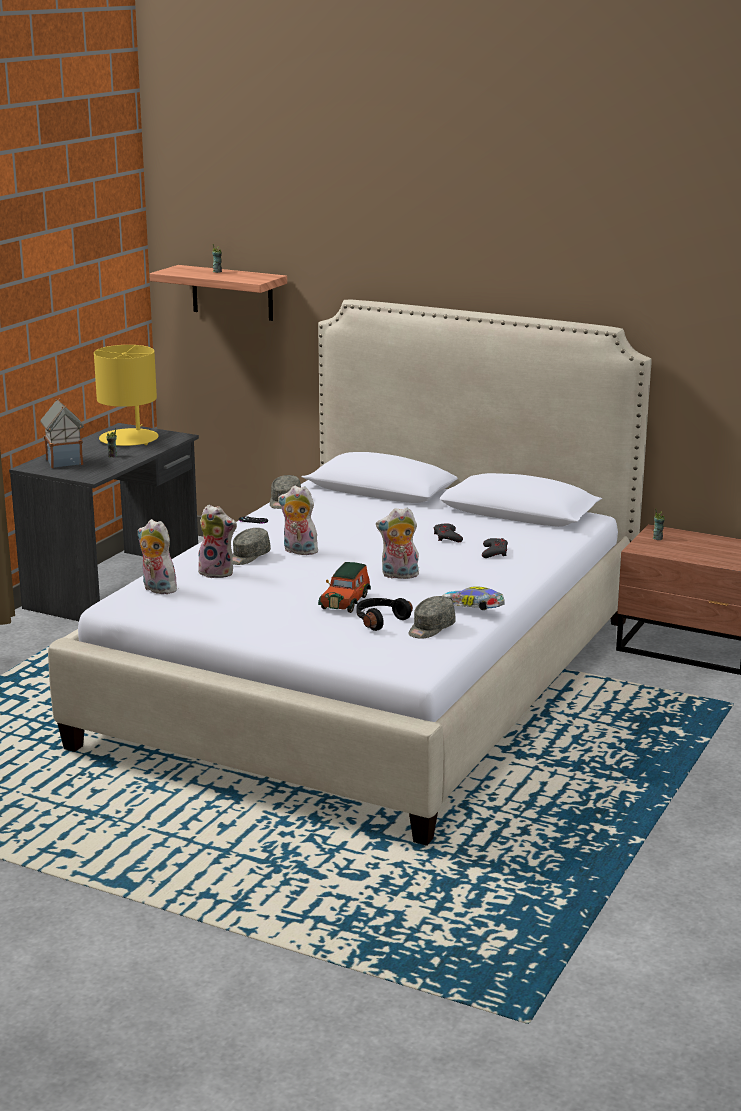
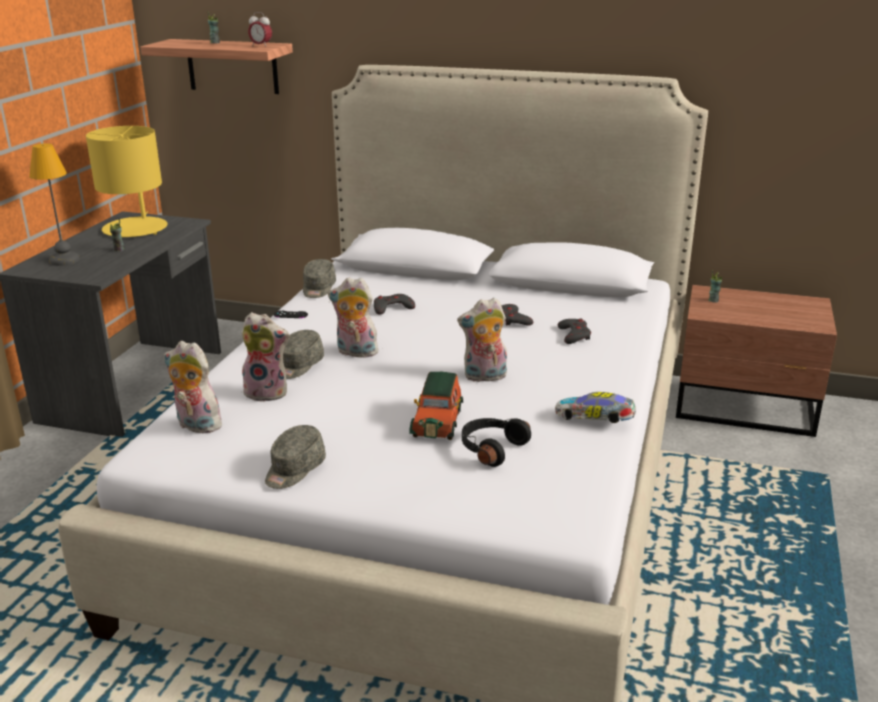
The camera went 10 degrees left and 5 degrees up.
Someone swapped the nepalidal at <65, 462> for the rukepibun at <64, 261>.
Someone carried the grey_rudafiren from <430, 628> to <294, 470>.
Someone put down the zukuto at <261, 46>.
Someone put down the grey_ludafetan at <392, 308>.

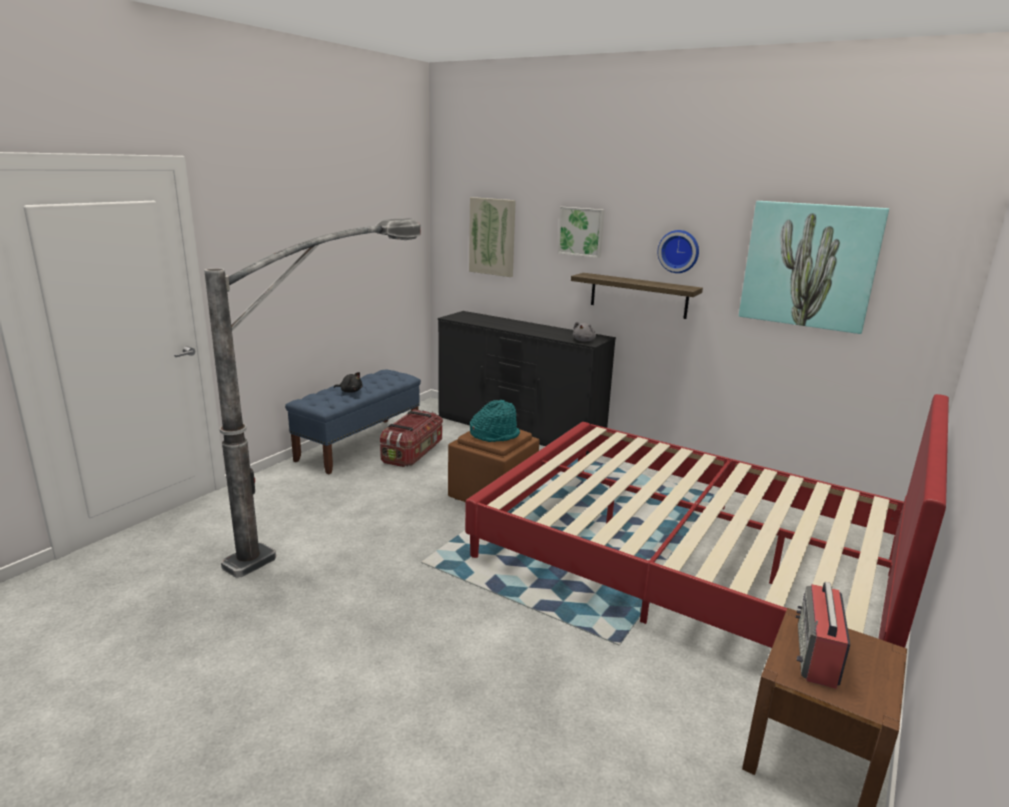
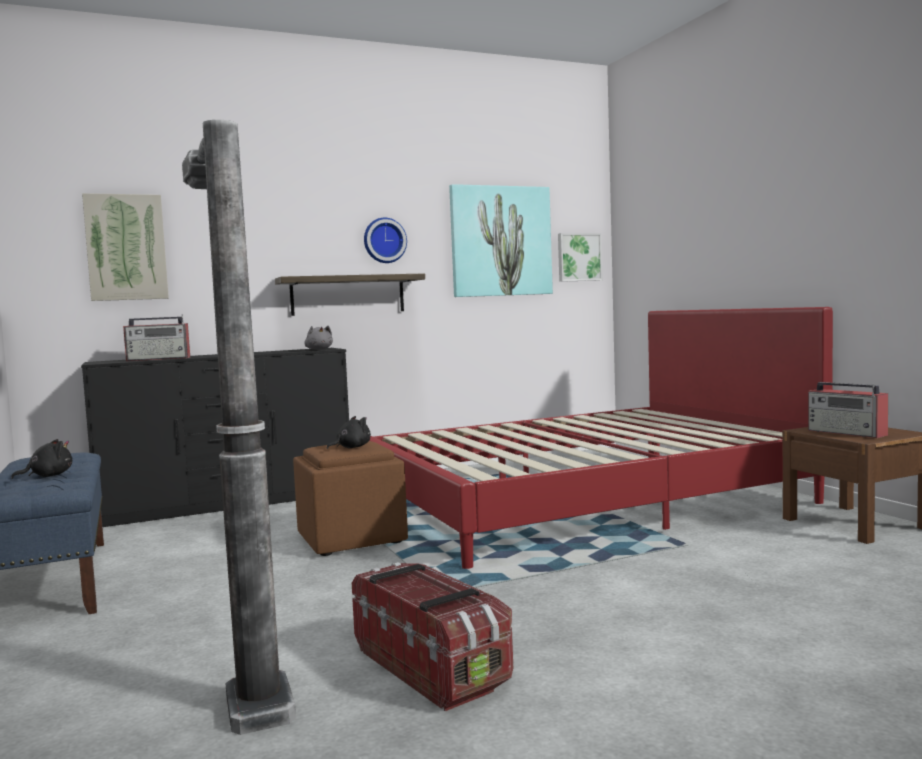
The camera went 55 degrees left and 15 degrees down.
Someone carried the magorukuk from <581, 231> to <578, 257>.
Someone swapped the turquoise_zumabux at <495, 435> for the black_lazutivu at <351, 447>.
Someone carried the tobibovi from <413, 453> to <431, 666>.
Someone put down the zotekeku at <159, 359>.

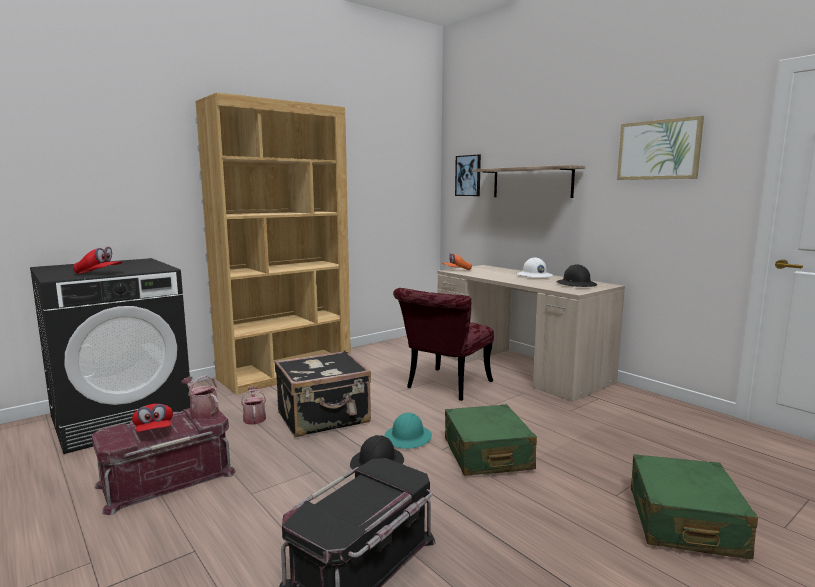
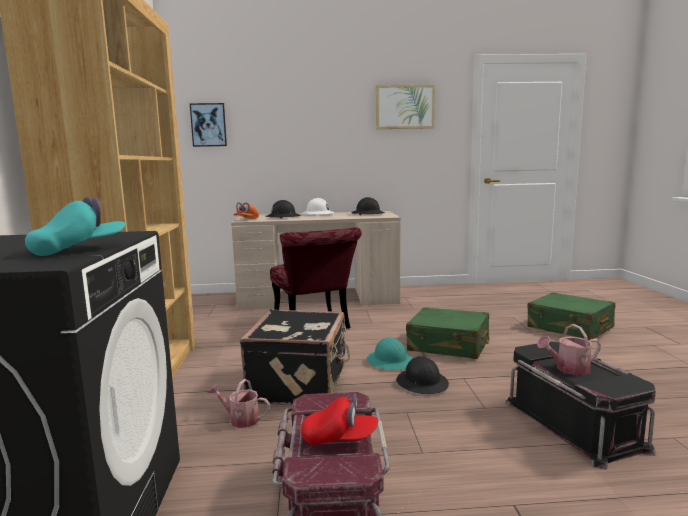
The camera went 55 degrees left and 0 degrees up.
Someone took away the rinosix at <531, 182>.
Someone repainted the red_rudafiren at <98, 273>, which became the turquoise_rudafiren at <79, 250>.
Someone carried the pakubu from <202, 412> to <568, 369>.
Someone put down the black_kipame at <283, 217>.

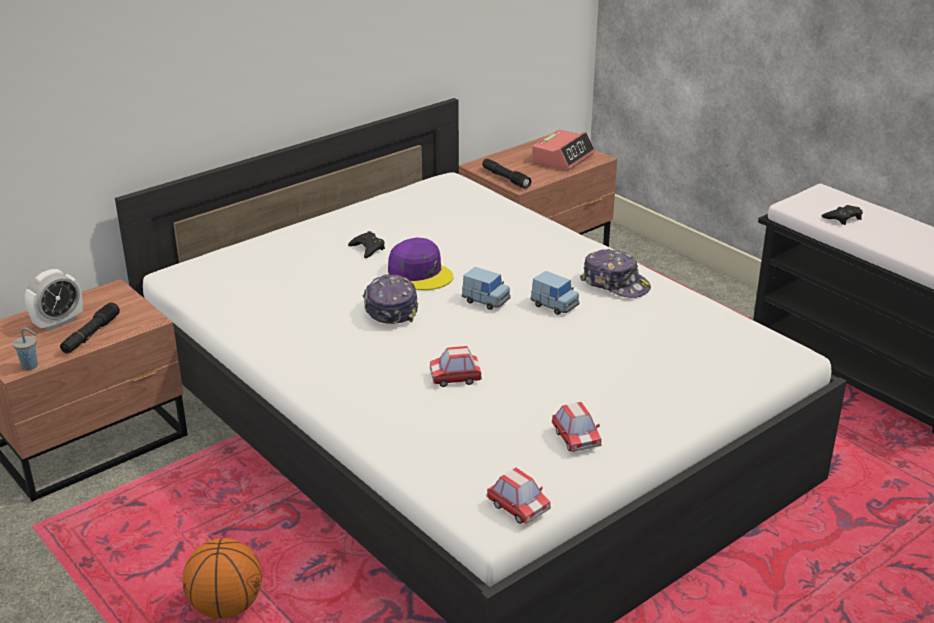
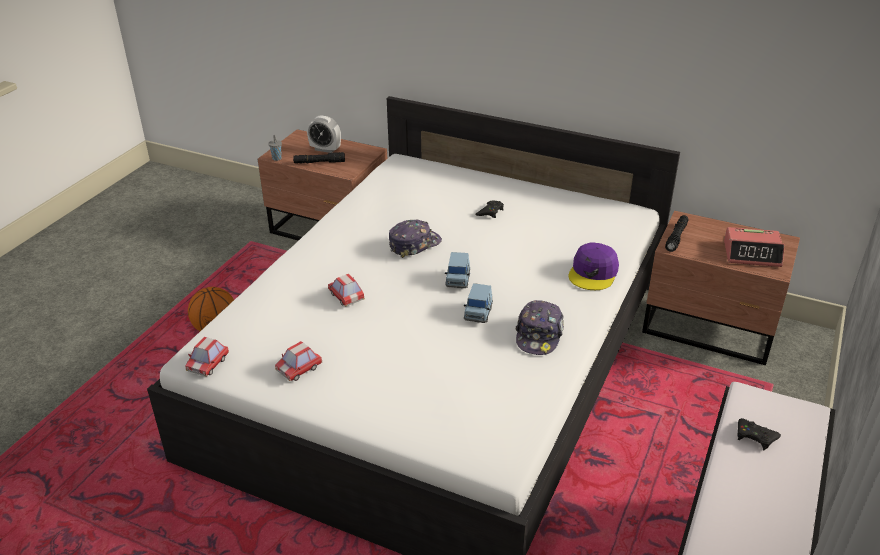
The camera went 65 degrees right and 5 degrees up.
Someone carried the purple_rudafiren from <420, 273> to <593, 273>.

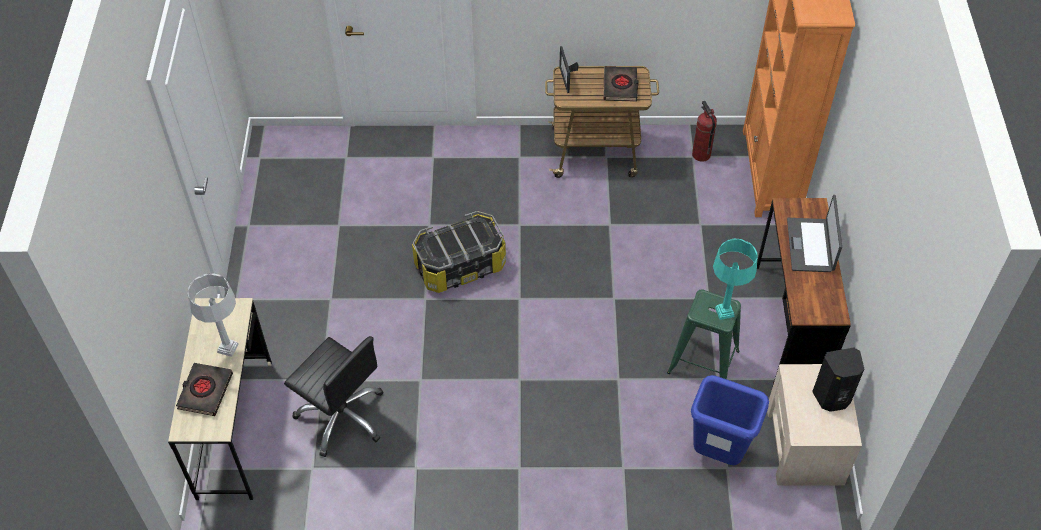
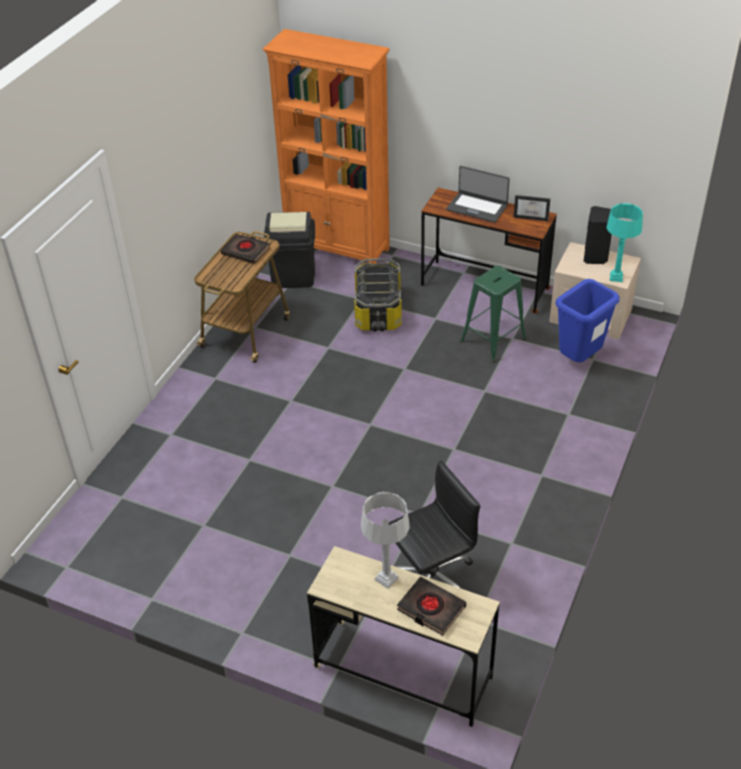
The camera went 65 degrees left and 10 degrees down.
Someone carried the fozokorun from <568, 79> to <532, 217>.
Someone swapped the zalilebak at <700, 155> for the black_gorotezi at <293, 276>.
Someone carried the tobibovi from <460, 266> to <378, 311>.
Someone carried the turquoise_rukepibun from <725, 312> to <616, 277>.

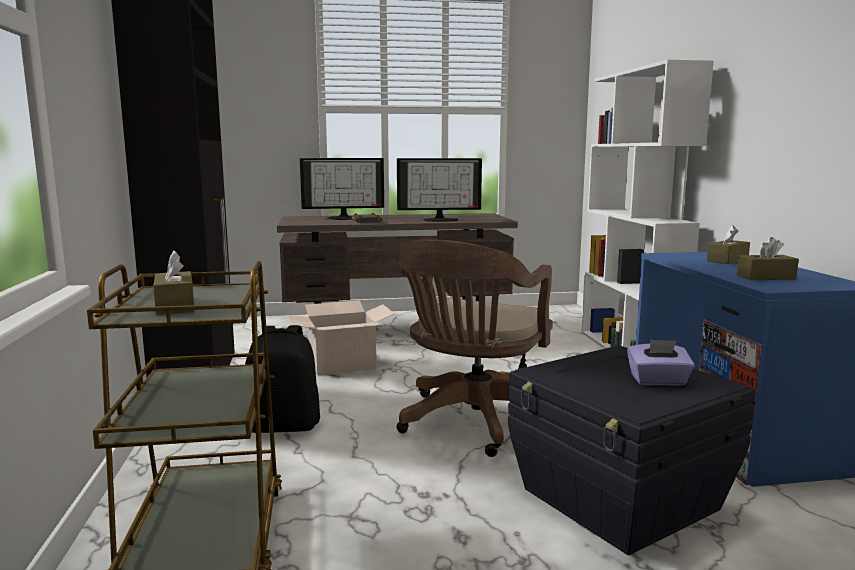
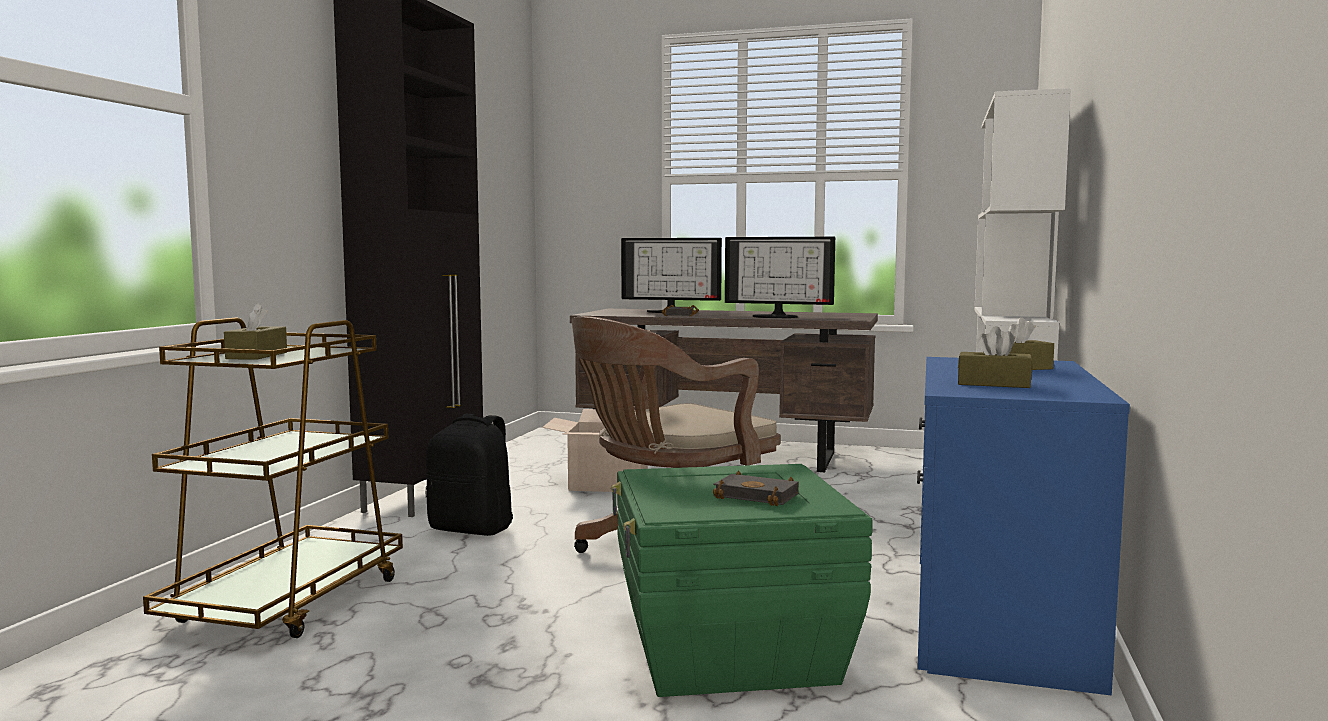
The camera went 25 degrees right and 5 degrees down.
Someone swapped the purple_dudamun at <658, 381> for the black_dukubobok at <759, 496>.
Someone repainted the black_tobibovi at <620, 500>, which became the green_tobibovi at <729, 651>.

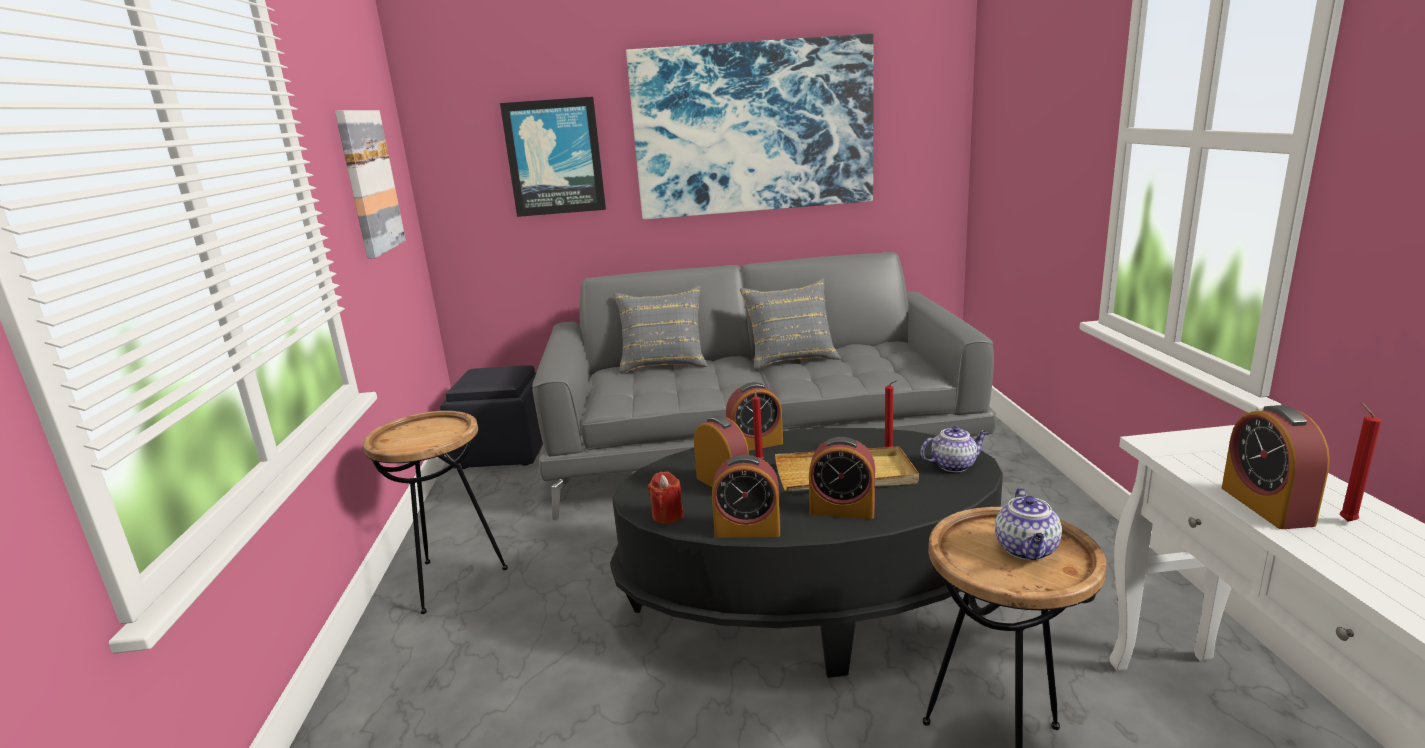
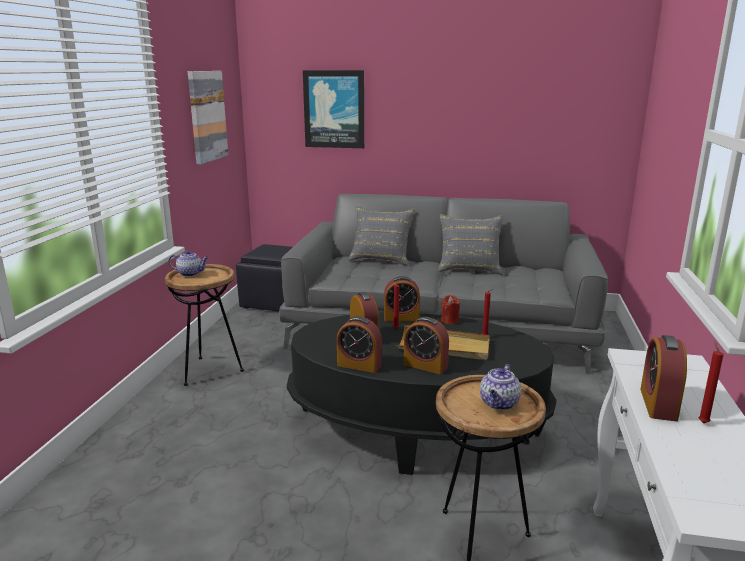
The camera went 15 degrees right and 0 degrees up.
Someone took away the magorukuk at <753, 128>.
Someone carried the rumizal from <954, 465> to <190, 274>.
Someone carried the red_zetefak from <667, 515> to <450, 320>.

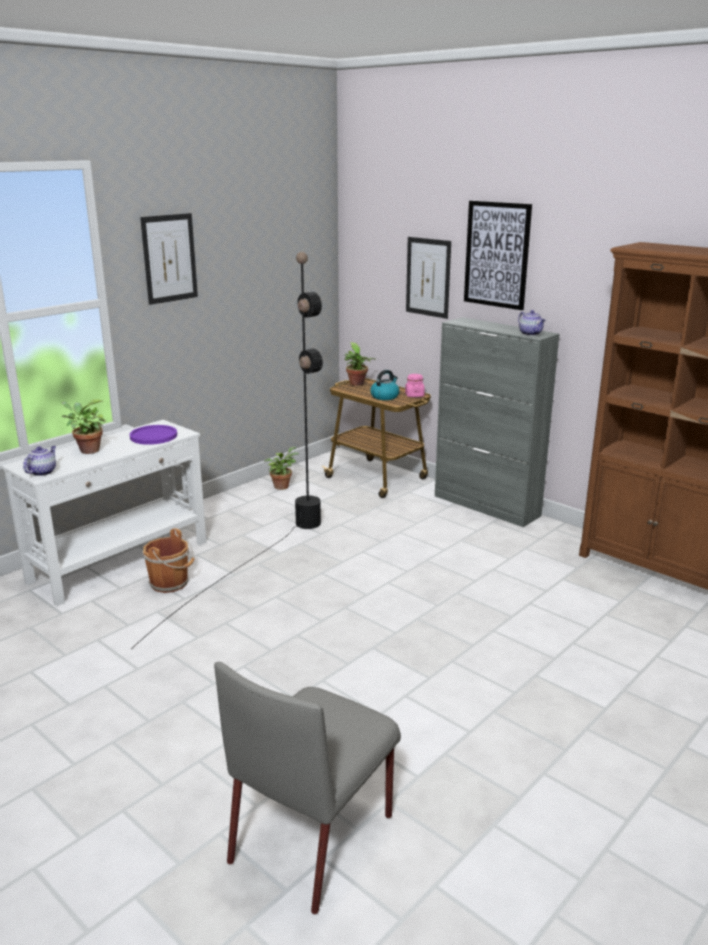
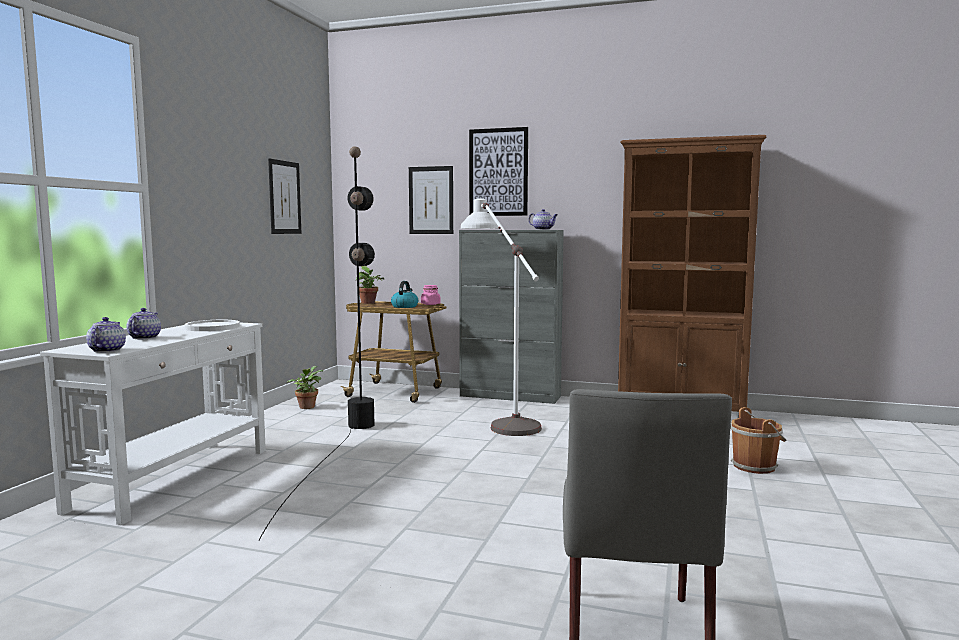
The camera went 25 degrees left and 15 degrees down.
Someone carried the magorukuk from <169, 258> to <284, 197>.
Someone swapped the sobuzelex at <87, 450> for the rumizal at <144, 337>.
Someone repainted the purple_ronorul at <153, 436>, which became the white_ronorul at <212, 327>.
Someone carried the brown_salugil from <171, 583> to <755, 466>.
Someone put down the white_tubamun at <500, 419>.

